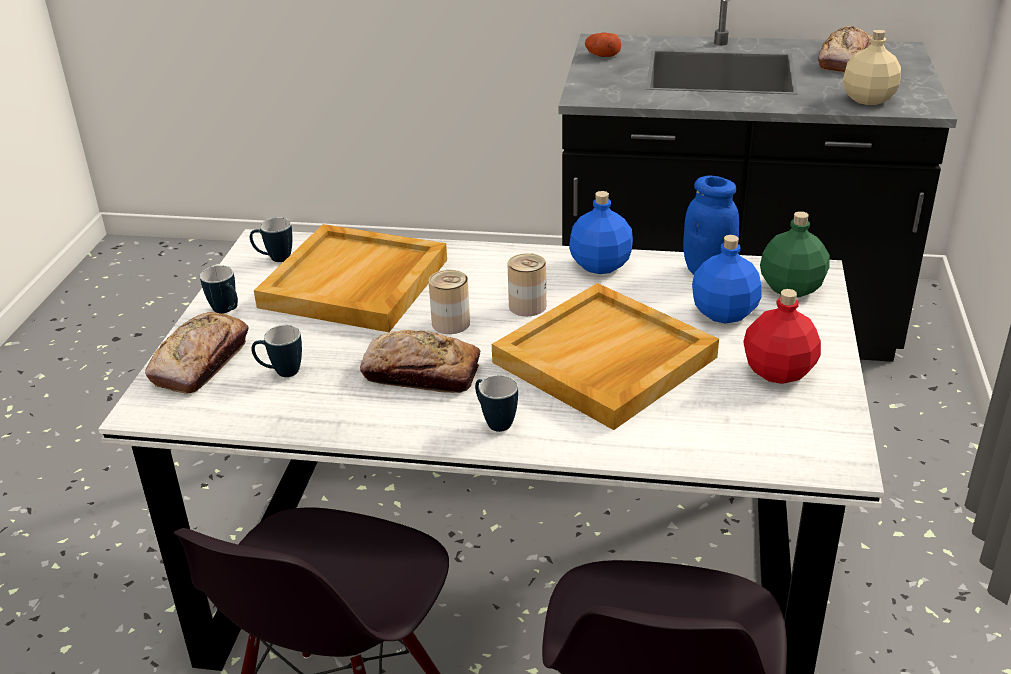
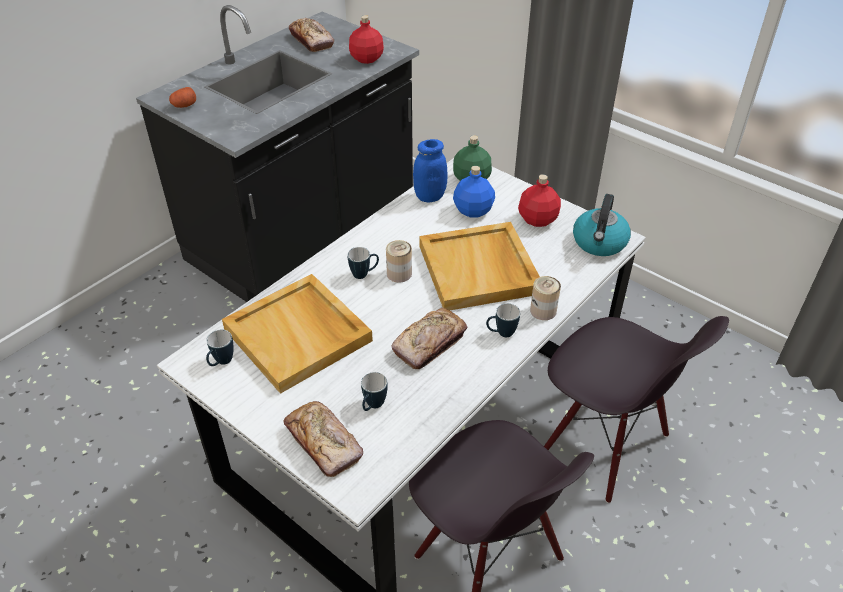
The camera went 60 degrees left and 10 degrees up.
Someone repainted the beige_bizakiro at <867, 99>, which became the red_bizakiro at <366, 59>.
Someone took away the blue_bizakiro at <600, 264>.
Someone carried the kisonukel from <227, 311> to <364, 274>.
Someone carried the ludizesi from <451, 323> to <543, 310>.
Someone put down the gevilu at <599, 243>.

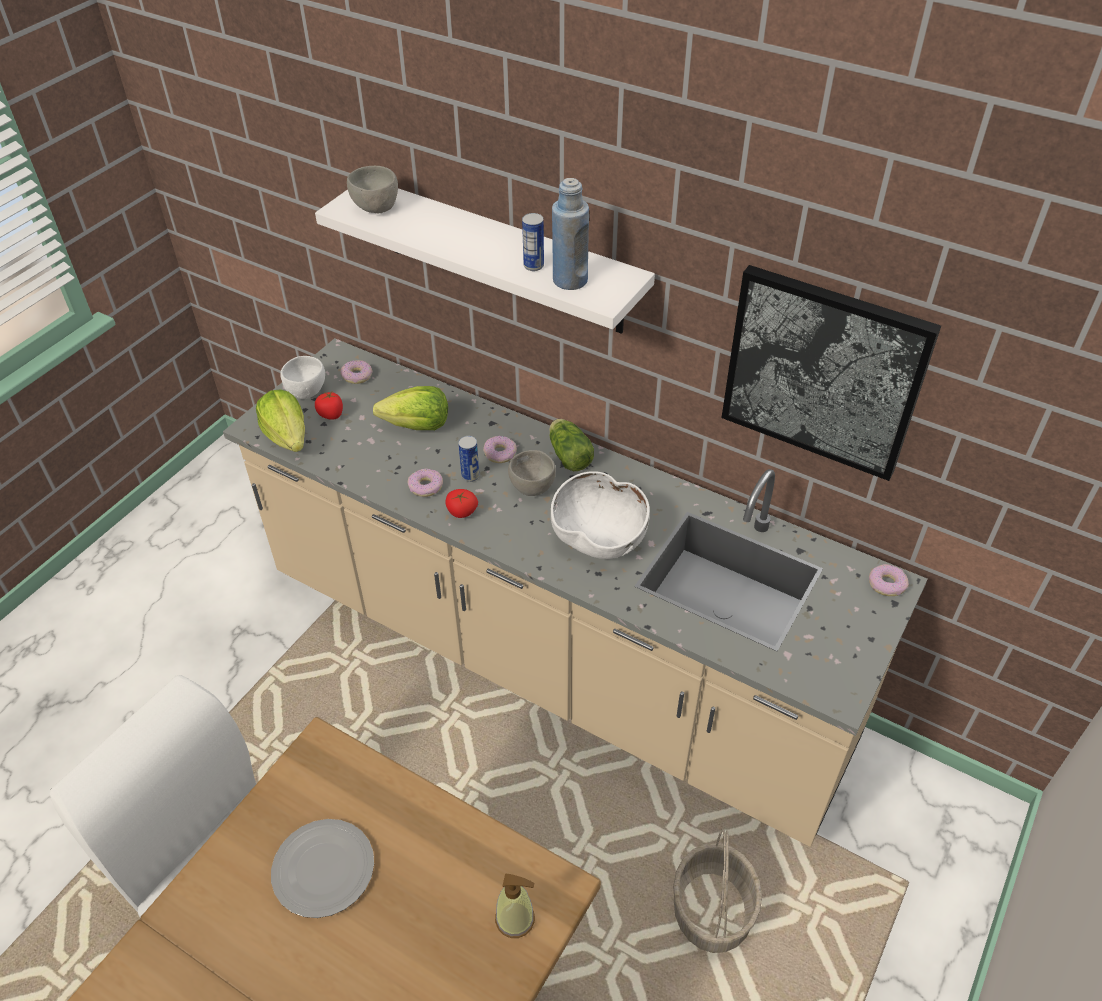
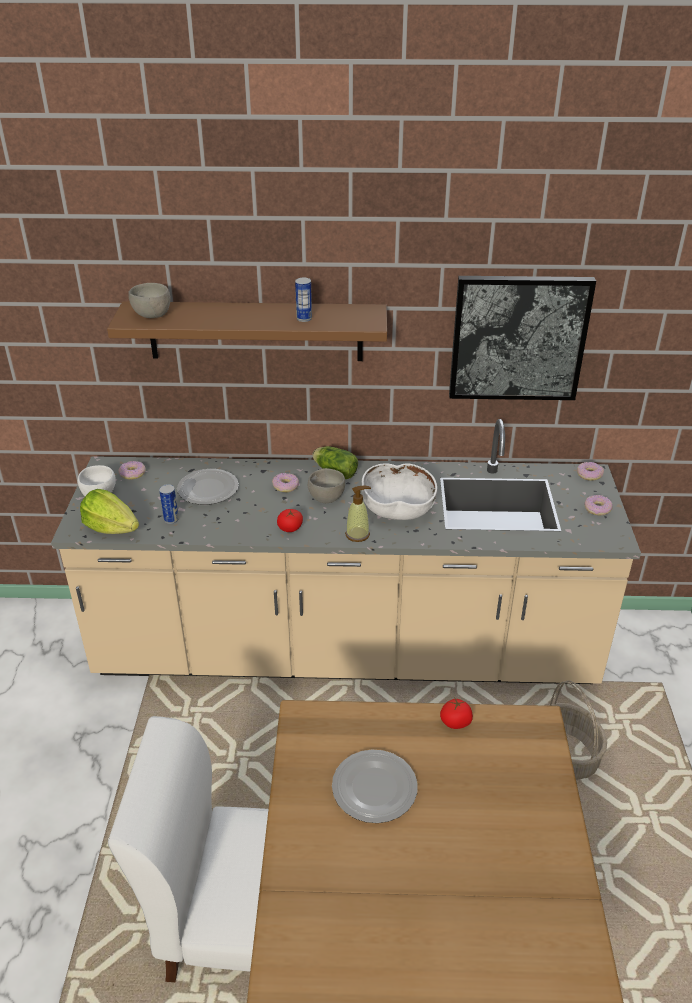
The camera went 30 degrees left and 10 degrees down.
Someone took away the blue_bizakiro at <570, 280>.
Someone repainted the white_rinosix at <502, 256>, which became the brown_rinosix at <255, 331>.
Someone swapped the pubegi at <417, 426> for the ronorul at <209, 489>.
Someone carried the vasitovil from <331, 414> to <455, 722>.
Someone carried the ludizesi from <470, 476> to <171, 519>.
Someone carried the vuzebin from <426, 487> to <597, 509>.
Someone carried the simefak from <515, 919> to <357, 534>.

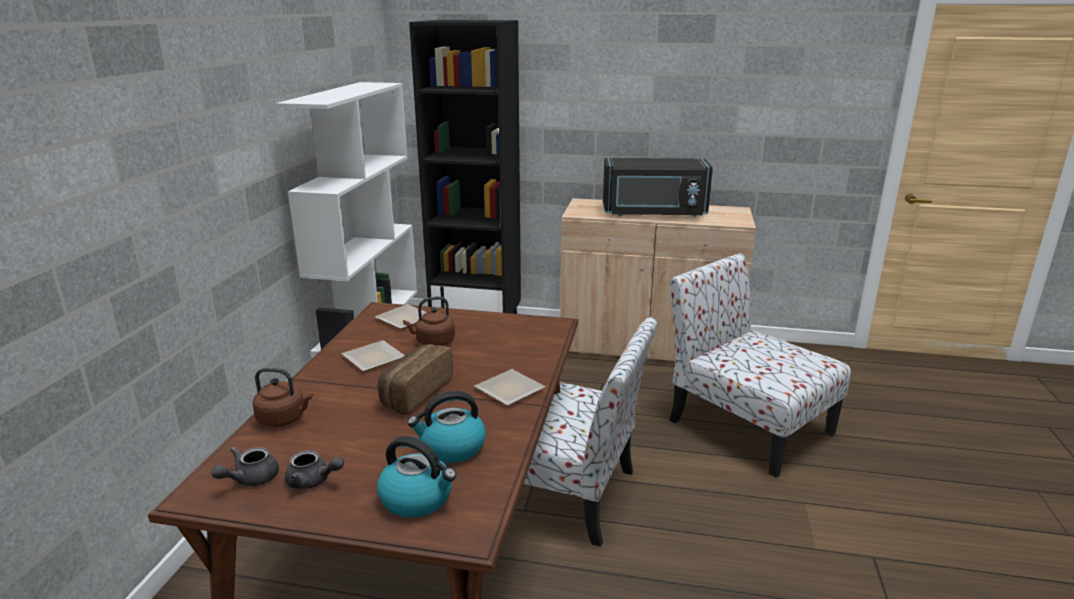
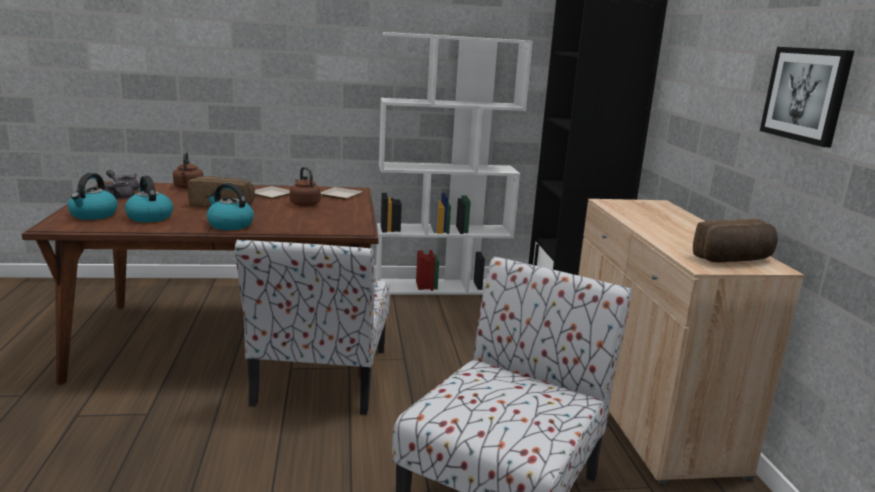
The camera went 70 degrees right and 5 degrees down.
Someone took away the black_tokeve at <654, 213>.
Someone swapped the ronorul at <512, 390> for the gevilu at <229, 225>.
Someone put up the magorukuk at <806, 94>.
Someone put down the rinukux at <734, 259>.

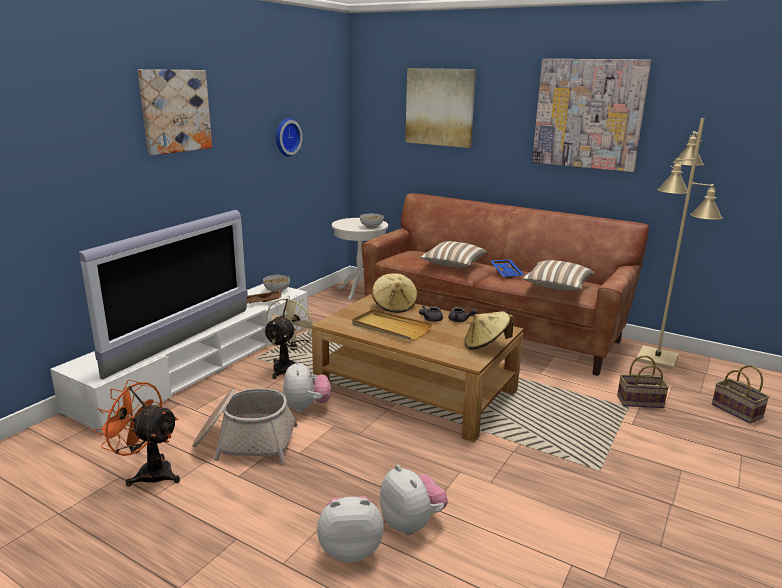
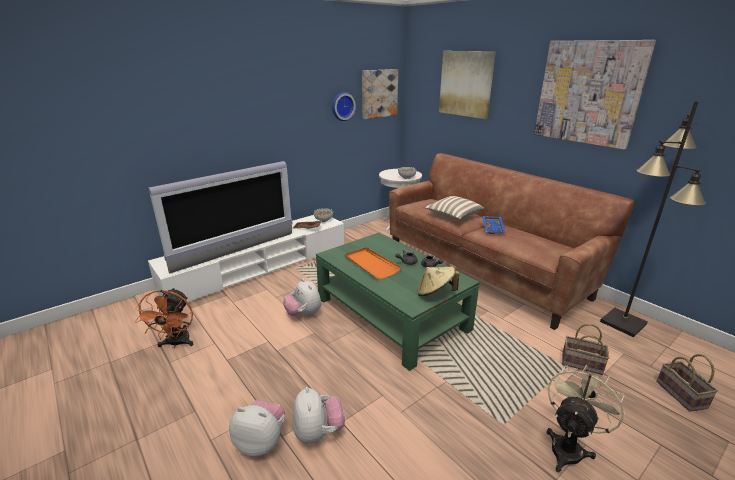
The camera went 20 degrees right and 5 degrees up.
Someone carried the magorukuk from <175, 111> to <379, 93>.
Someone repainted the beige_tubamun at <657, 358>, which became the black_tubamun at <624, 323>.
Someone took away the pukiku at <557, 287>.
Someone took away the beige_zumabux at <394, 306>.
Someone repainted the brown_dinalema at <416, 389>, which became the green_dinalema at <391, 314>.
Someone carried the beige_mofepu from <288, 366> to <569, 447>.
Someone repainted the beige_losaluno at <390, 328>, which became the orange_losaluno at <370, 265>.
Someone rotated the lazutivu at <306, 407> by 135 degrees clockwise.
Someone rotated the orange_mofepu at <148, 472> by 135 degrees counterclockwise.
Someone took away the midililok at <245, 441>.

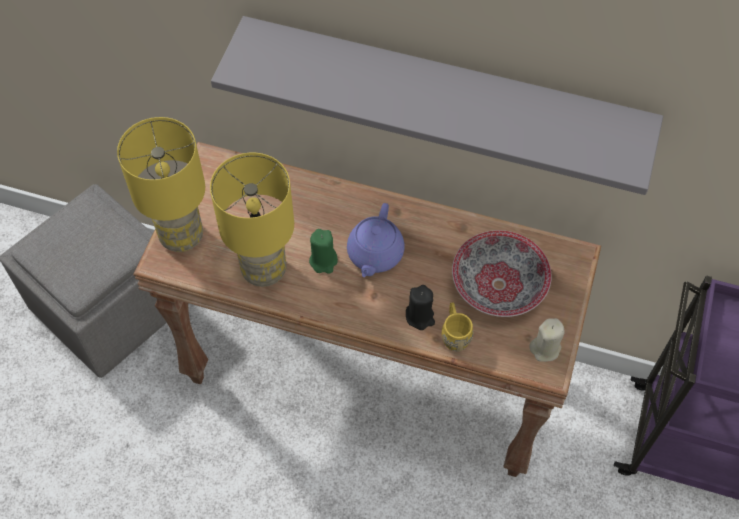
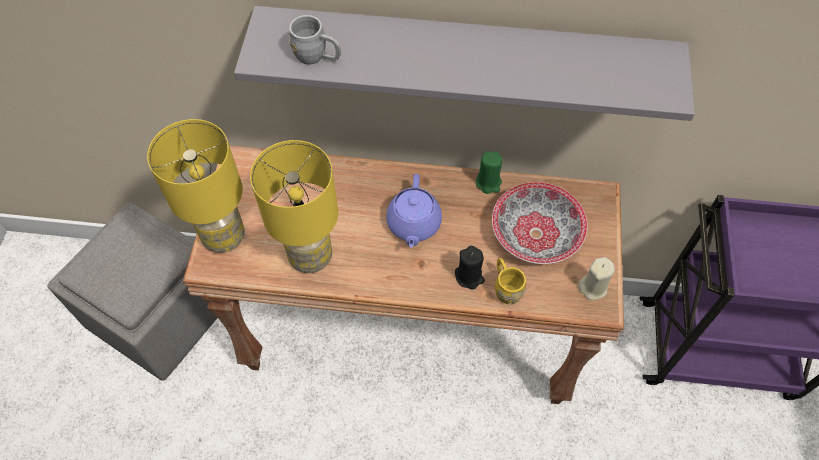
The camera went 10 degrees left and 0 degrees up.
Someone carried the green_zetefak from <323, 261> to <488, 182>.
Someone put down the grey_kisonukel at <317, 57>.

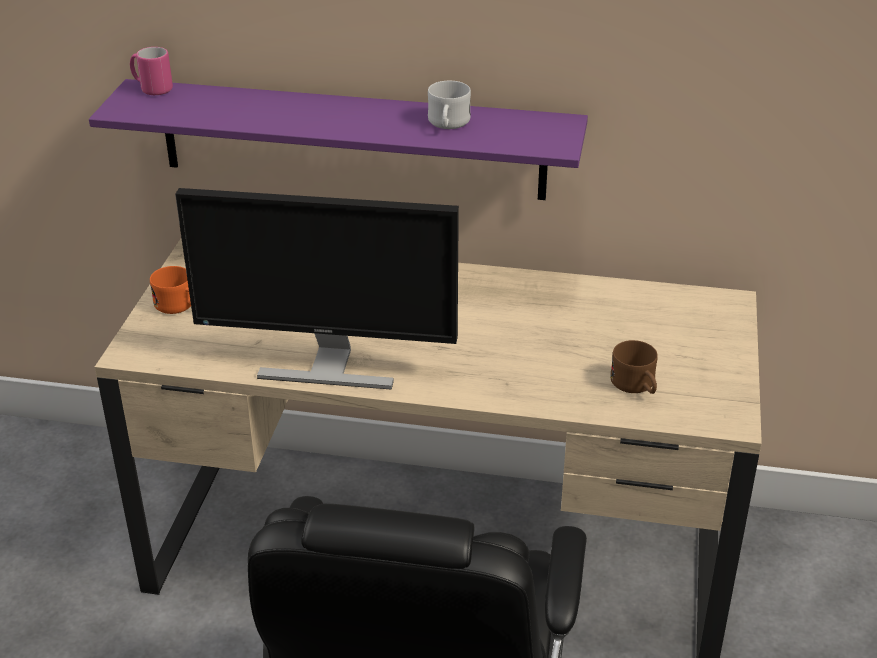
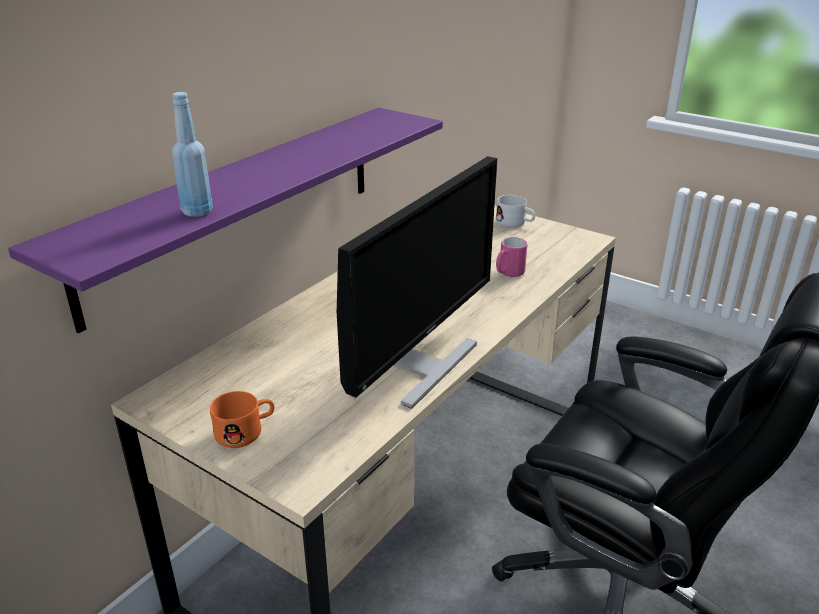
The camera went 65 degrees left and 5 degrees down.
Someone carried the pink_kisonukel from <152, 89> to <508, 273>.
Someone carried the white_kisonukel from <448, 124> to <515, 223>.
Someone took away the brown_kisonukel at <636, 386>.
Someone put down the blue_bizakiro at <197, 212>.

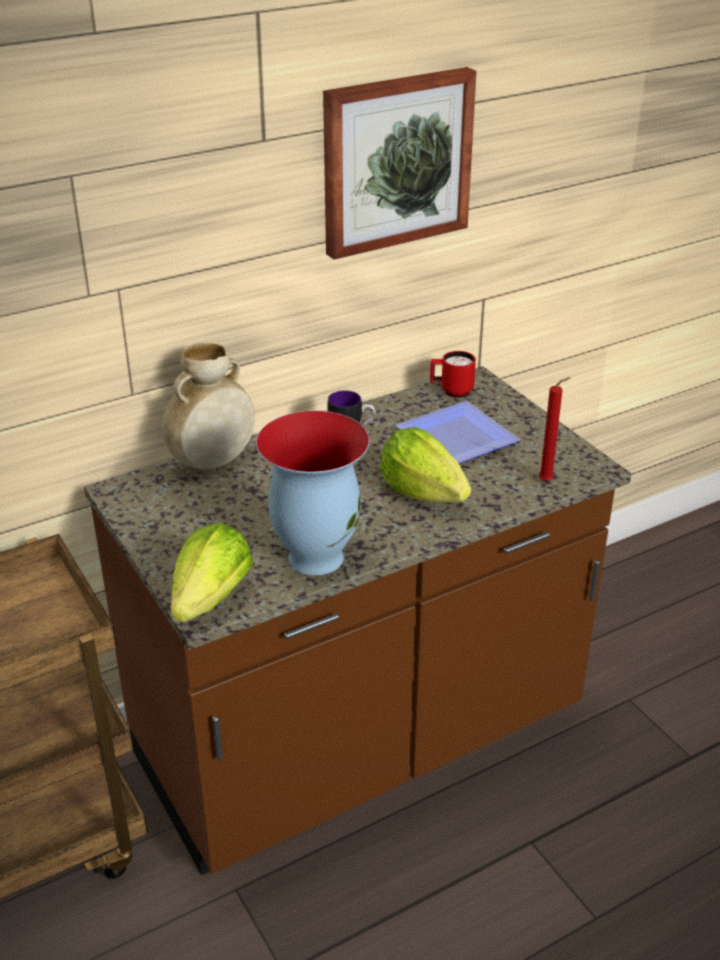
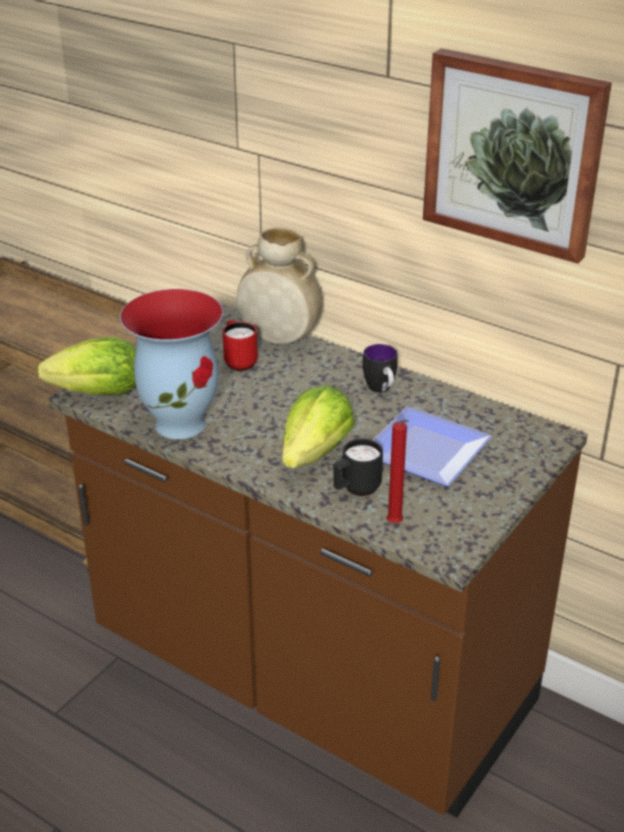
The camera went 65 degrees right and 0 degrees up.
Someone carried the red_kisonukel from <451, 391> to <239, 361>.
Someone put down the black_kisonukel at <356, 489>.

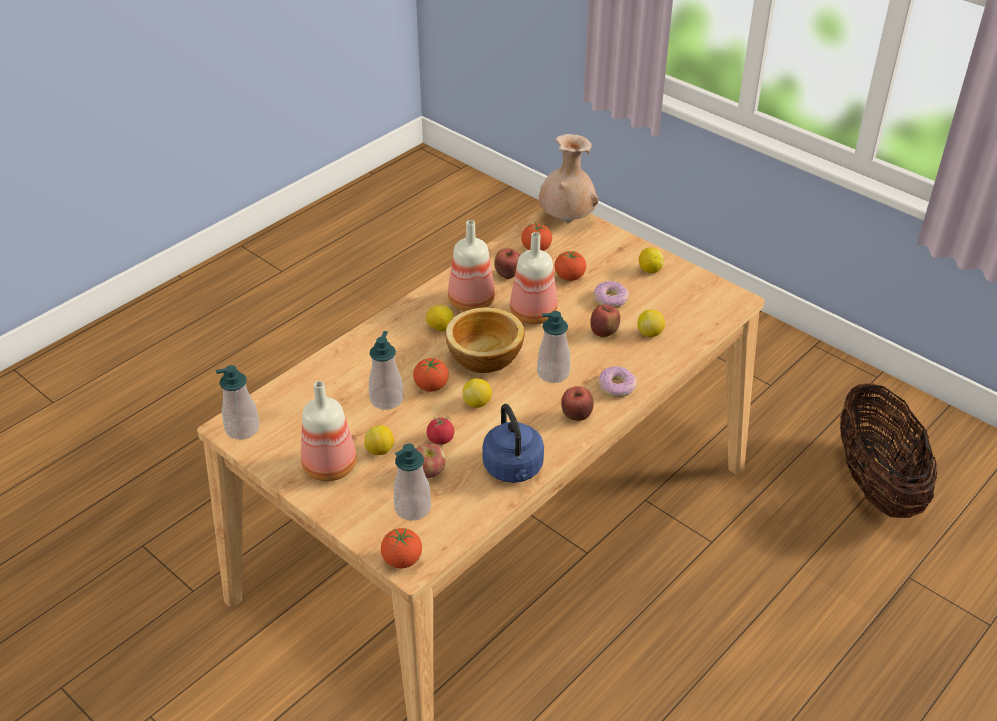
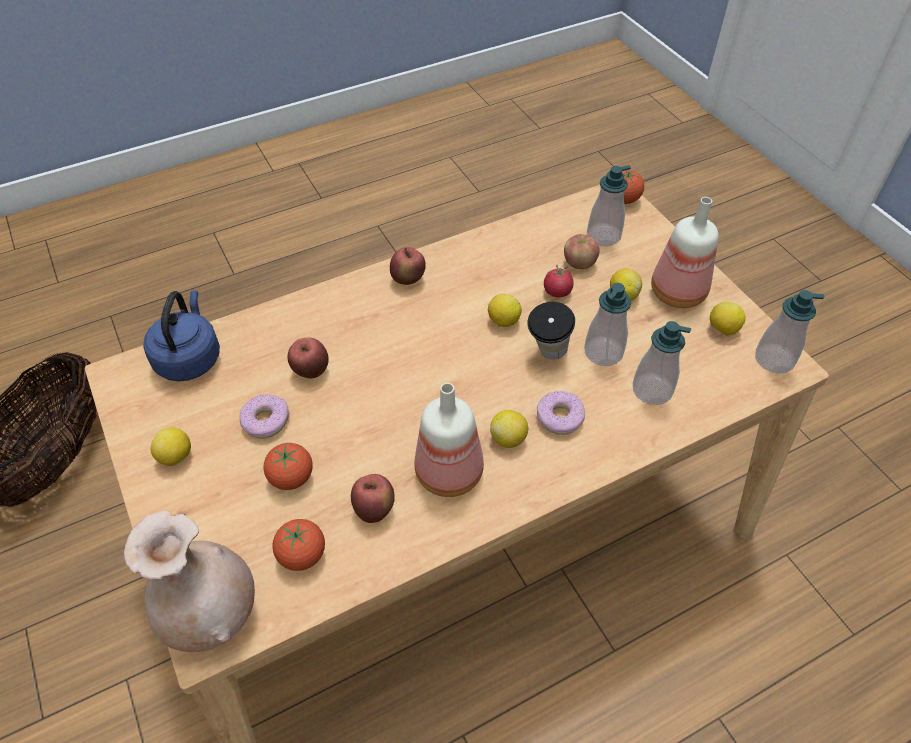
The camera went 160 degrees left and 10 degrees up.
Someone took away the bizakiro at <531, 314>.
Someone took away the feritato at <484, 357>.
Someone carried the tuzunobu from <650, 333> to <722, 329>.
Someone carried the simefak from <553, 373> to <652, 390>.
Someone swapped the vasitovil at <431, 386> for the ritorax at <547, 355>.
Someone carried the vuzebin from <617, 386> to <559, 417>.
Someone carried the blue_gevilu from <514, 469> to <189, 358>.

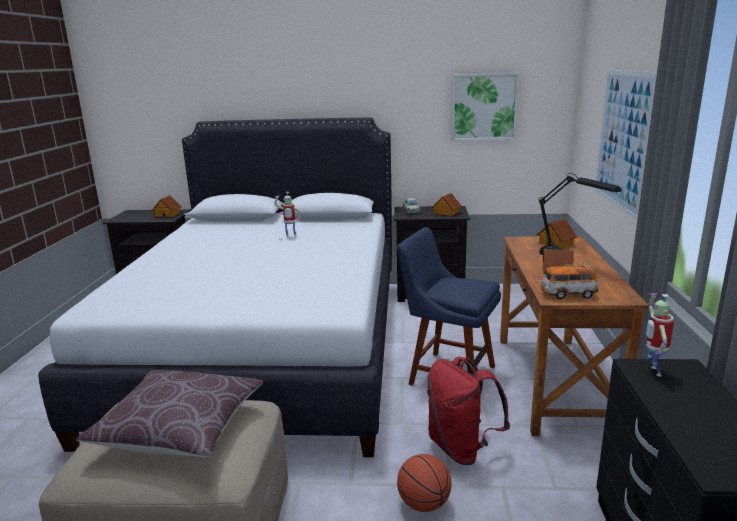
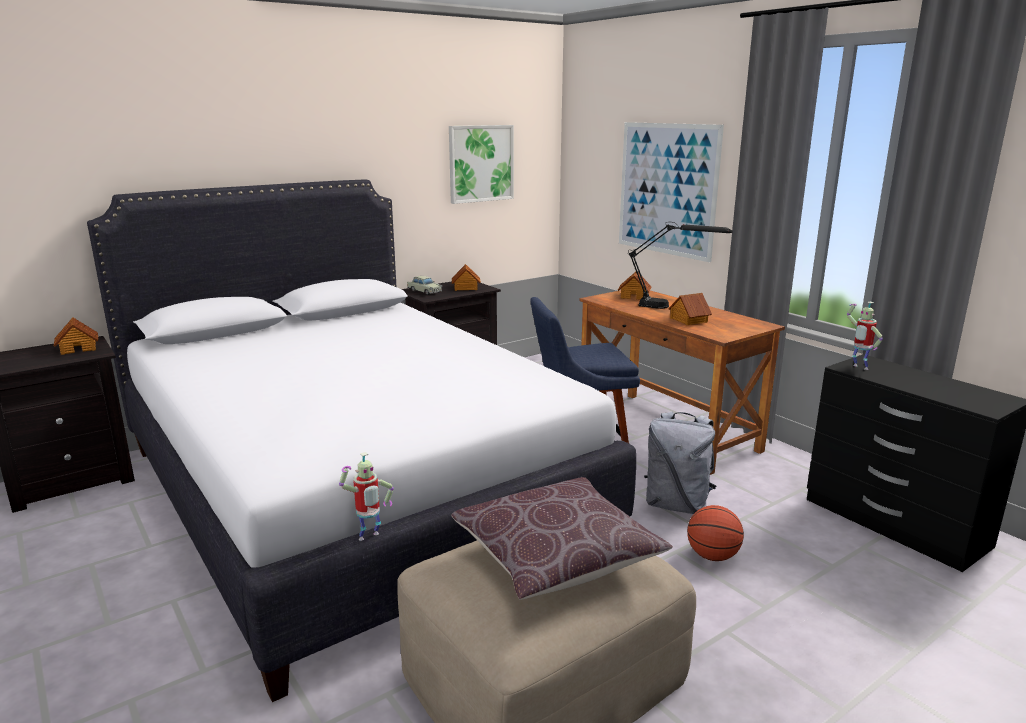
The camera went 40 degrees left and 0 degrees up.
Someone carried the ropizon from <290, 236> to <369, 538>.
Someone took away the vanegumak at <568, 294>.
Someone repainted the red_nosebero at <461, 448>, which became the grey_nosebero at <677, 505>.

